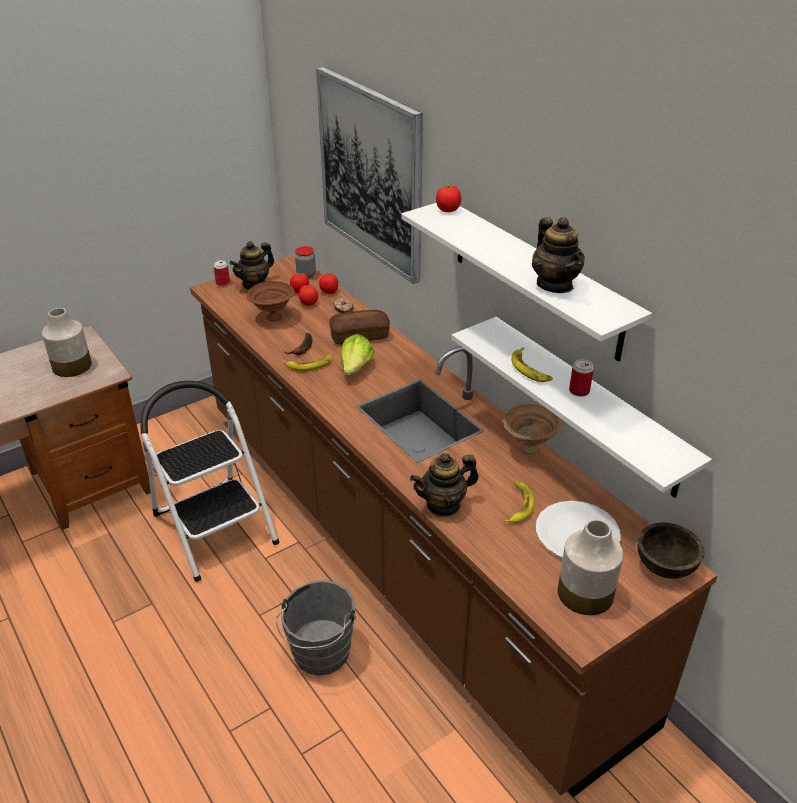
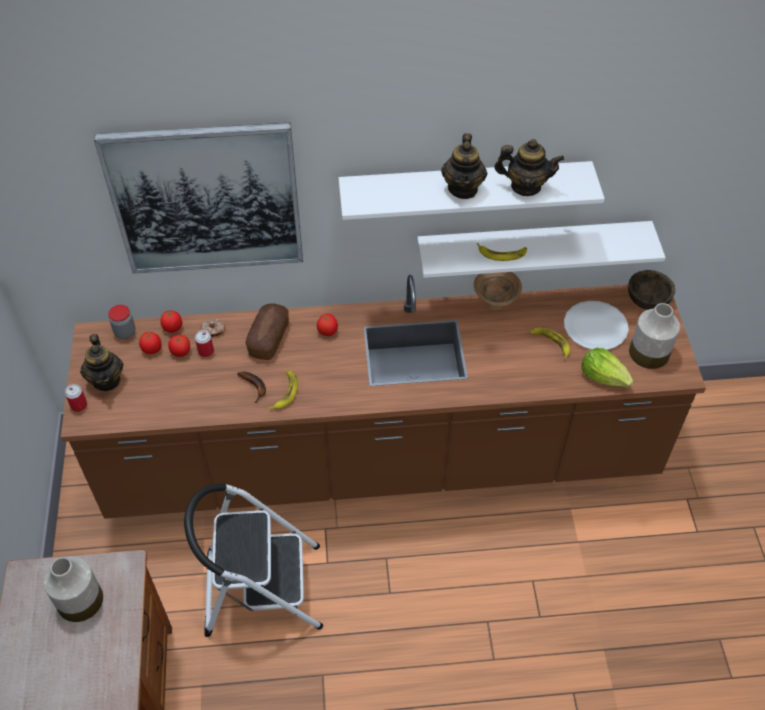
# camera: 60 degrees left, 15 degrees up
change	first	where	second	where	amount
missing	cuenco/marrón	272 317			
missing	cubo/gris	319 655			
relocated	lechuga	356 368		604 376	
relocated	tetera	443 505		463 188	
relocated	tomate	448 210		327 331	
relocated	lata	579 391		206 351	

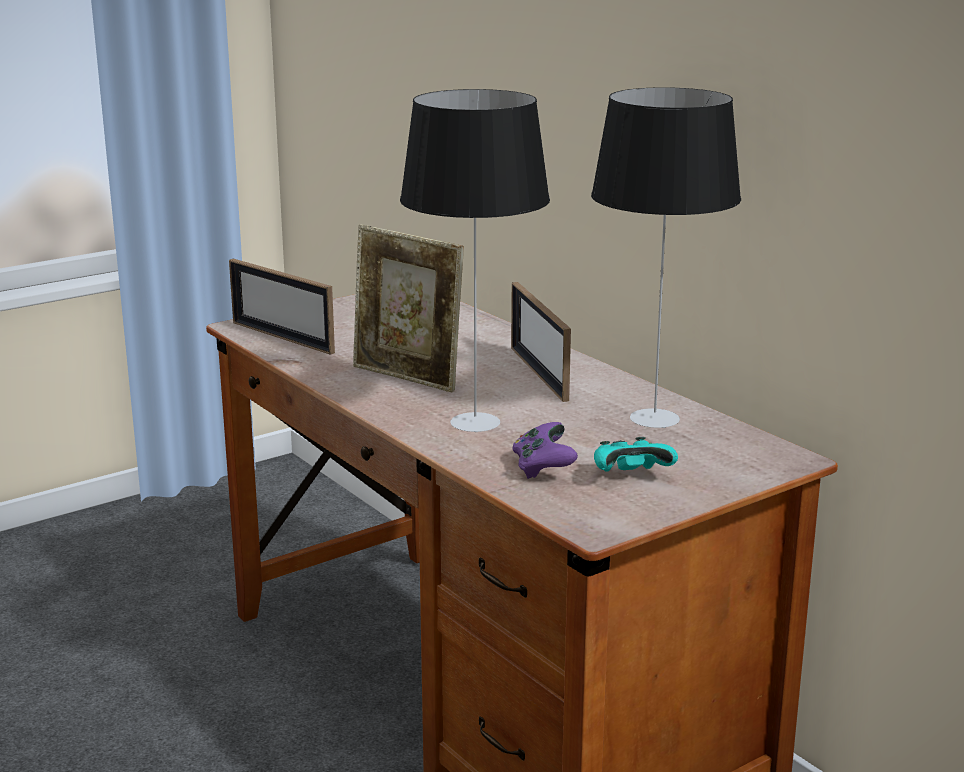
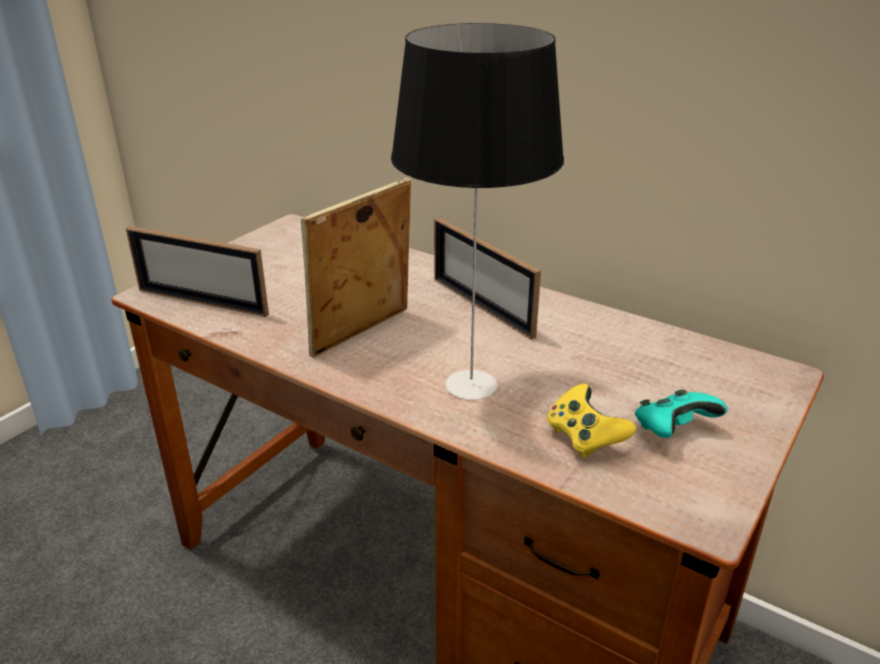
# camera: 20 degrees left, 10 degrees up
change	first	where	second	where	amount
missing	lámpara de mesa	652 418			
colour	mando de consola/morado	542 468	mando de consola/amarillo	584 438	
spun	portarretratos	407 378		363 335	120 degrees clockwise

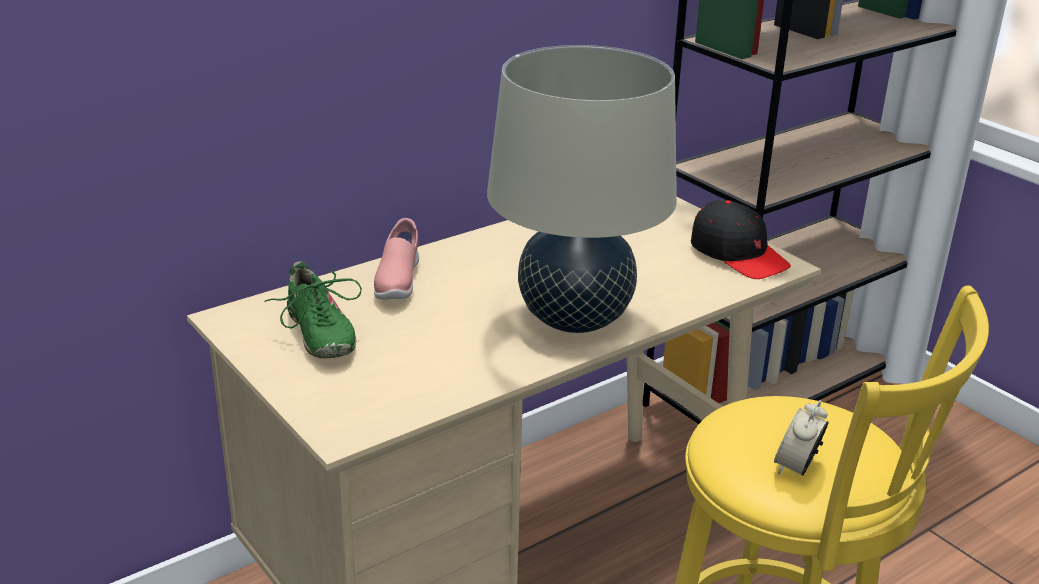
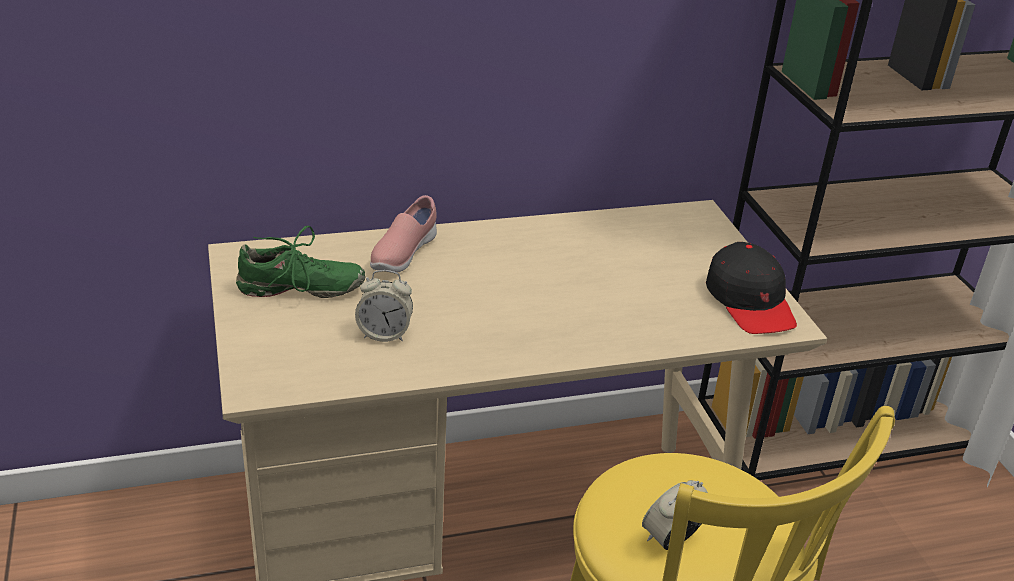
# camera: 20 degrees right, 5 degrees up
change	first	where	second	where	amount
missing	lámpara de mesa/beis	575 318			
appeared			despertador	384 334	
spun	zapato/verde	318 334		300 289	90 degrees counterclockwise

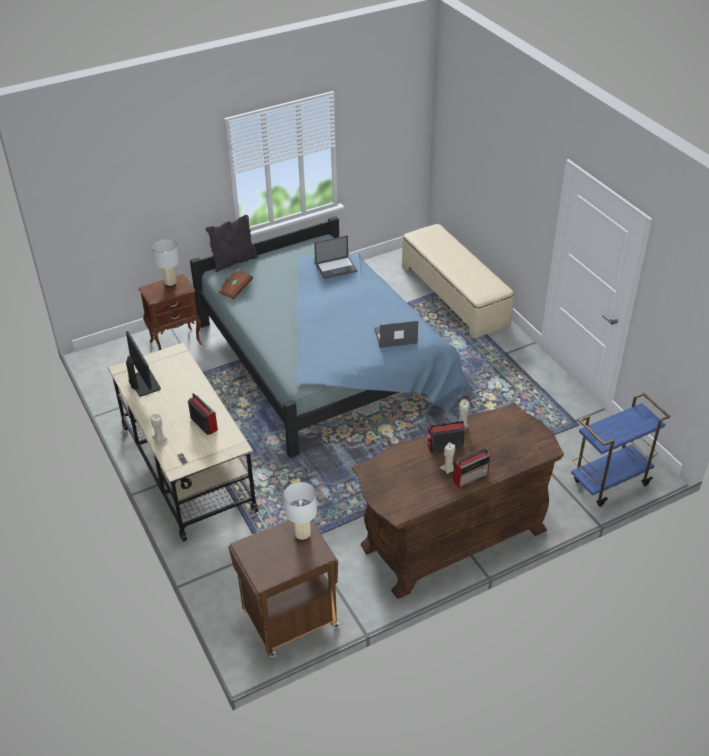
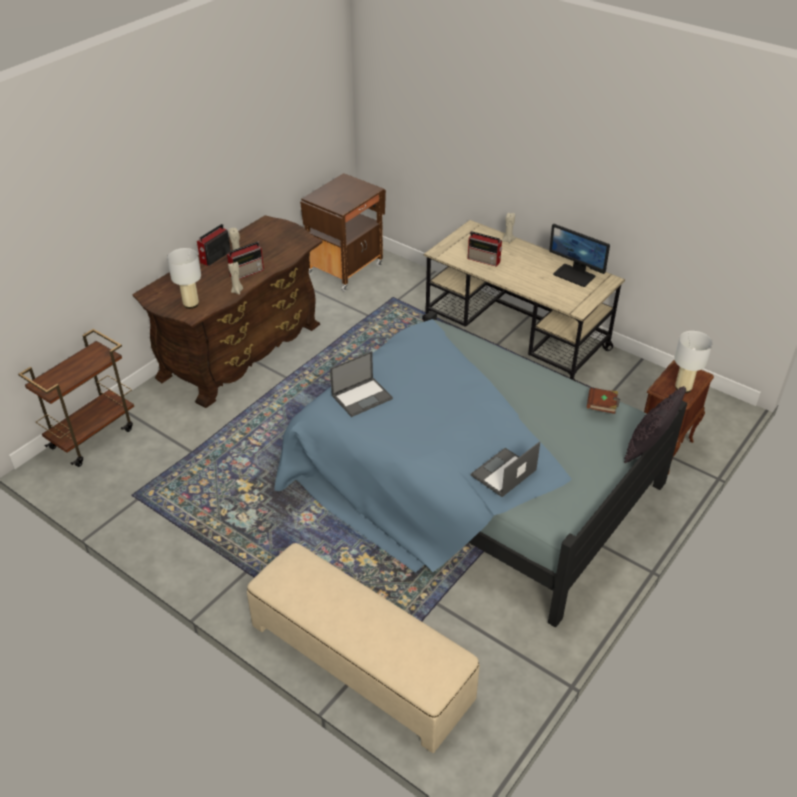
# camera: 155 degrees right, 0 degrees up
change	first	where	second	where	amount
relocated	lámpara de mesa/blanco	303 534		190 305	
colour	carrito/azul	608 484	carrito/marrón	94 437	

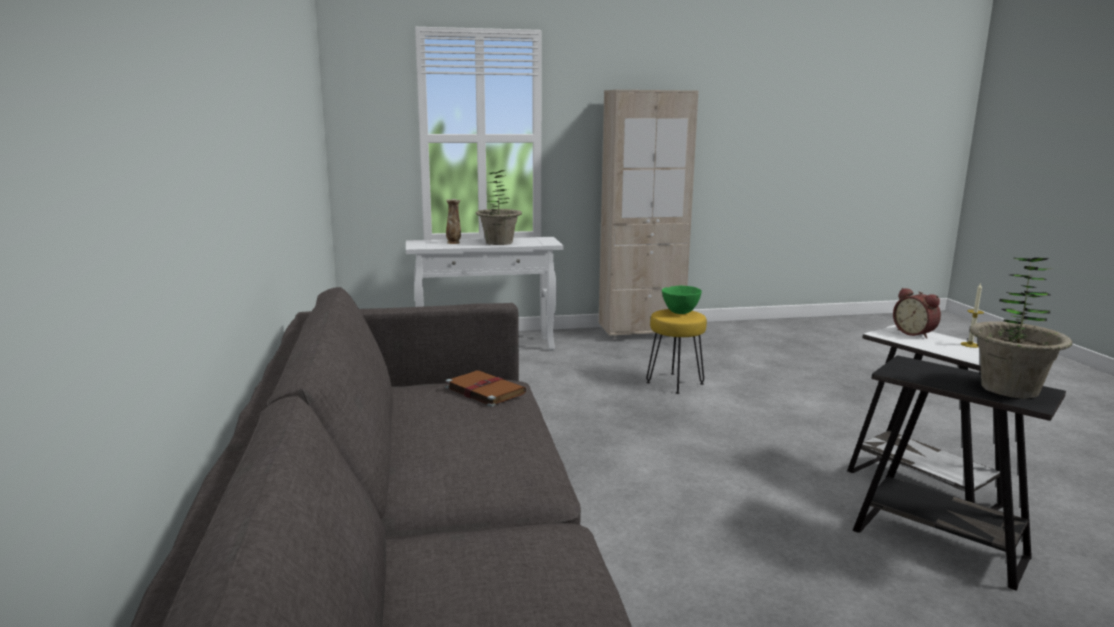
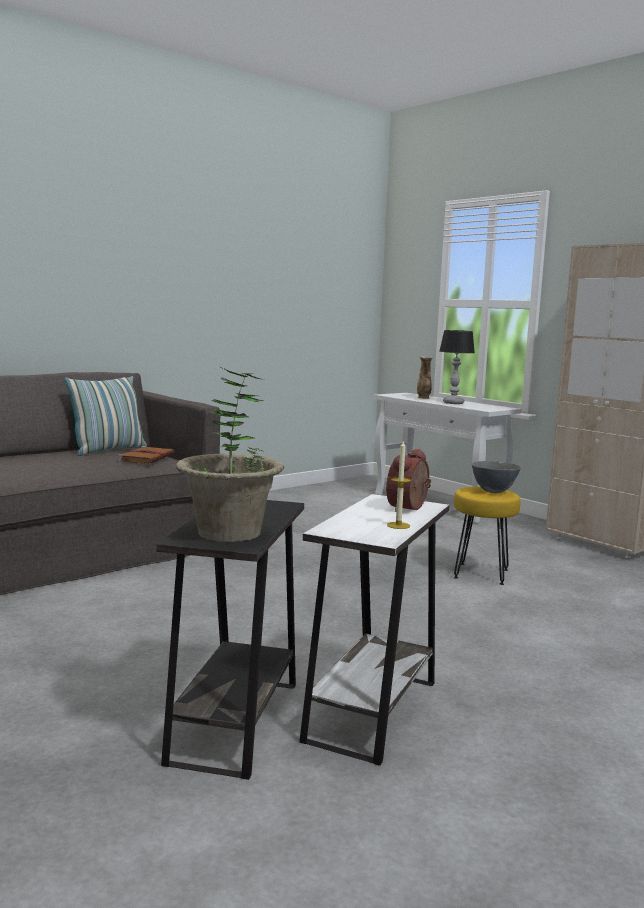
# camera: 60 degrees right, 5 degrees down
change	first	where	second	where	amount
appeared			cojín	108 450	
exchanged	planta en maceta	499 242	lámpara de mesa	453 403	
colour	cuenco/verde	680 312	cuenco/gris	493 492	

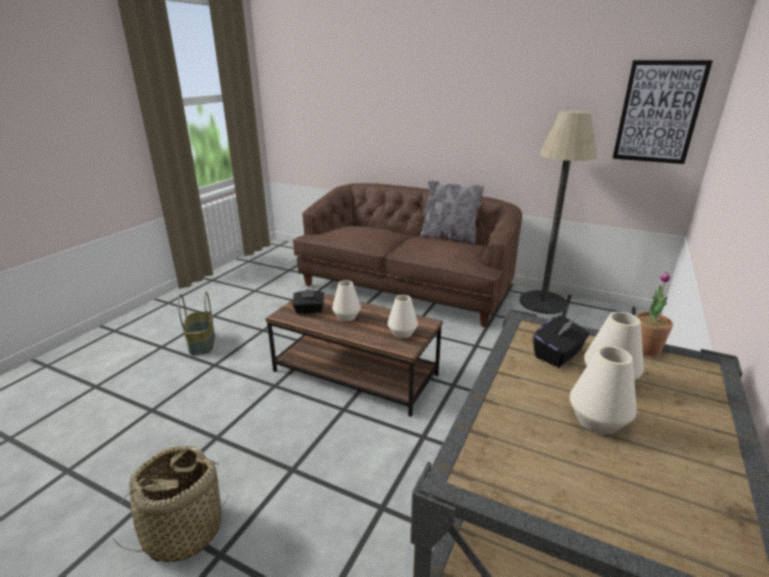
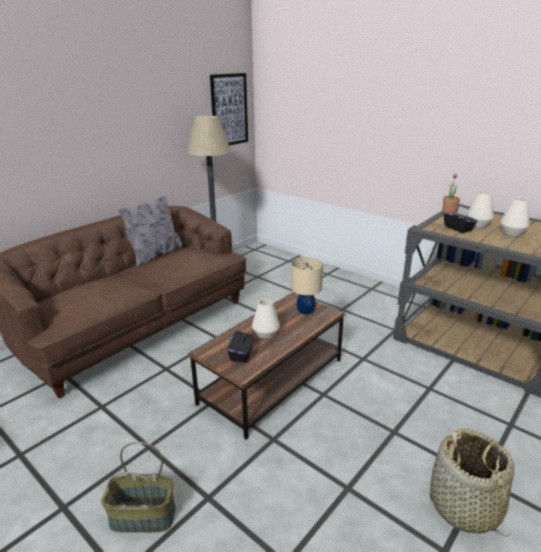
# camera: 75 degrees left, 0 degrees up
change	first	where	second	where	amount
exchanged	florero/blanco	402 333	lámpara de mesa/beis	306 311	

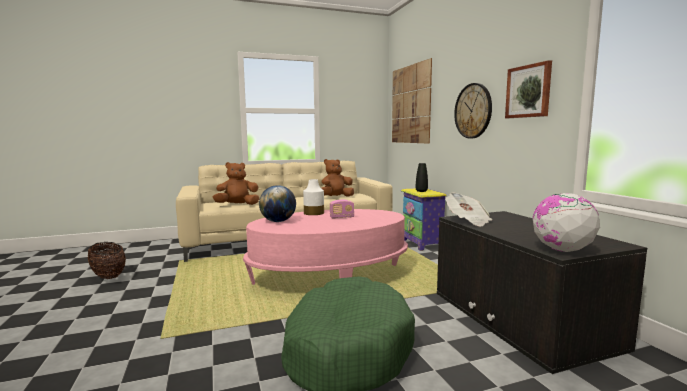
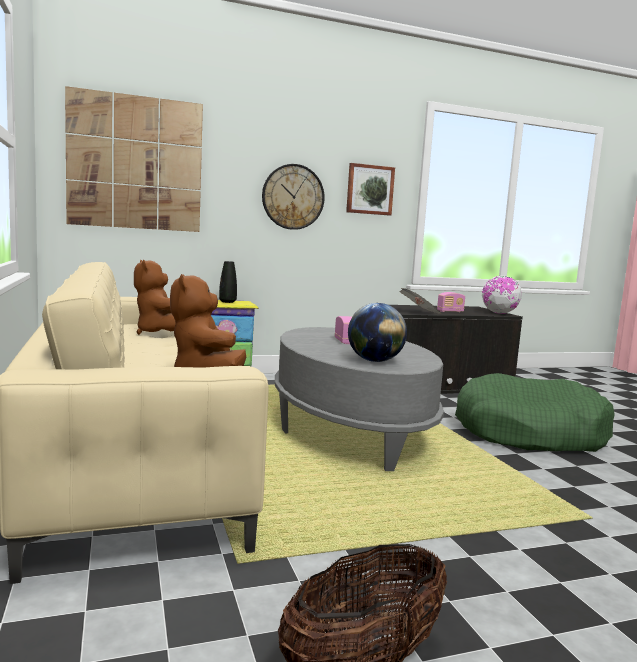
# camera: 90 degrees left, 0 degrees up
change	first	where	second	where	amount
missing	florero/blanco	314 213			
appeared			radio	450 311	
colour	mesa de centro/rosa	329 276	mesa de centro/gris	350 429	

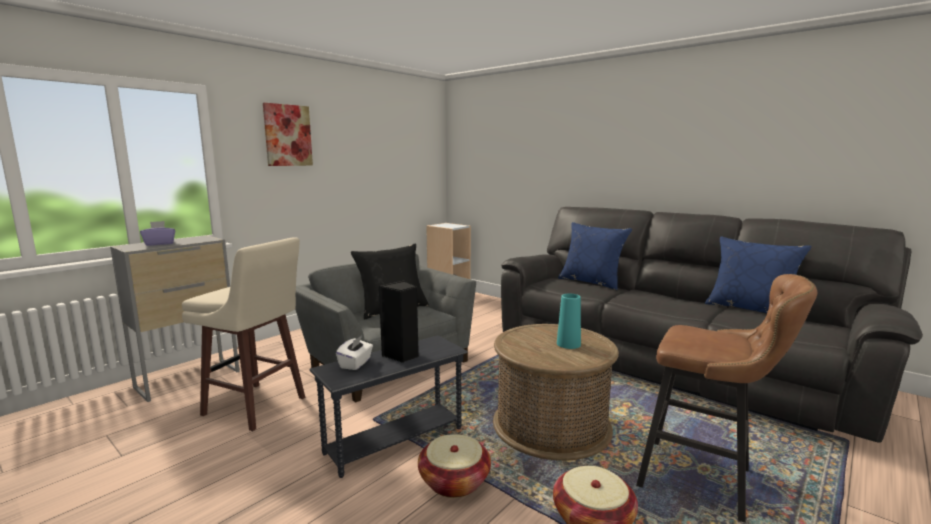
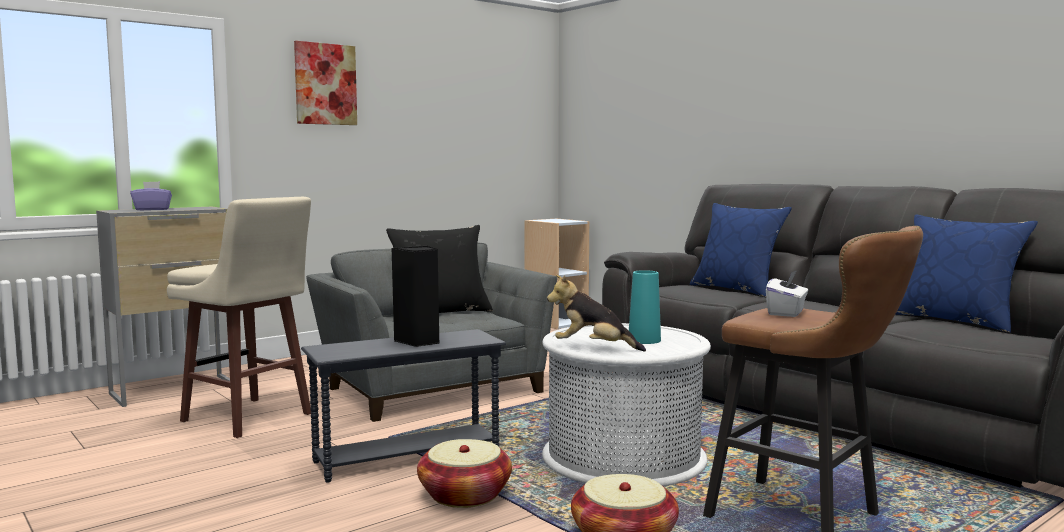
# camera: 10 degrees right, 5 degrees down
change	first	where	second	where	amount
appeared			peluche	593 348	
relocated	caja de pañuelos/blanco	356 363		786 313	
colour	mesa de centro/marrón	551 425	mesa de centro/blanco	623 457	

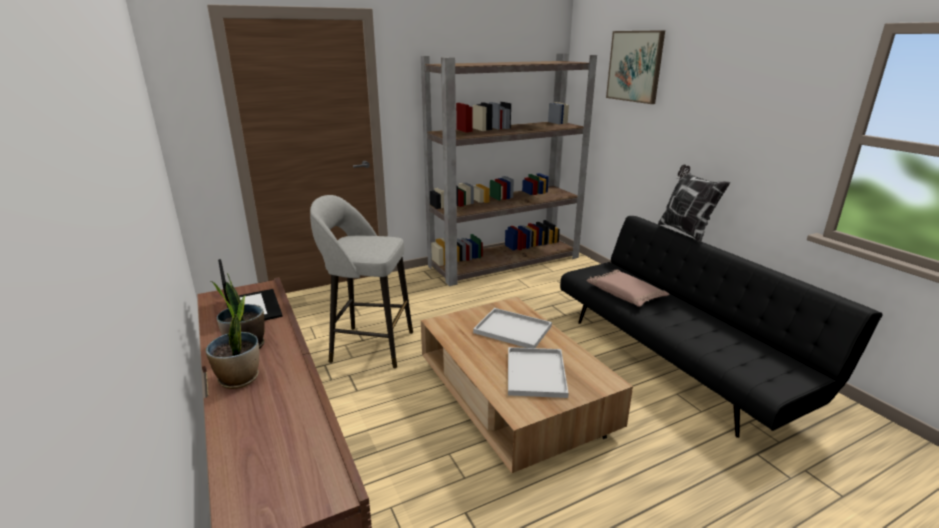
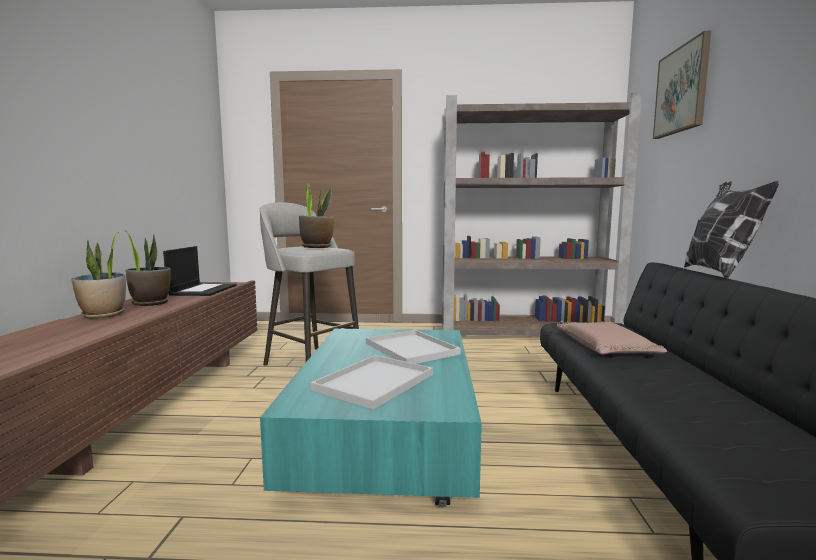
# camera: 30 degrees right, 15 degrees down
change	first	where	second	where	amount
appeared			planta en maceta	317 247	
colour	mesa de centro/marrón	513 397	mesa de centro/turquesa	387 433	

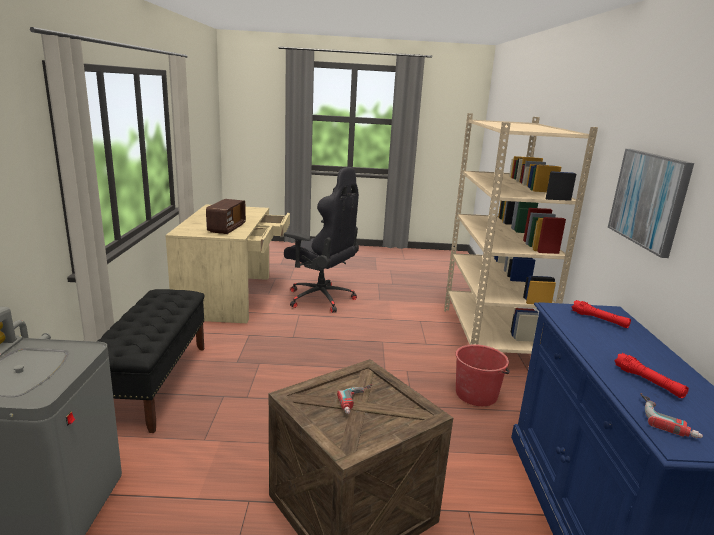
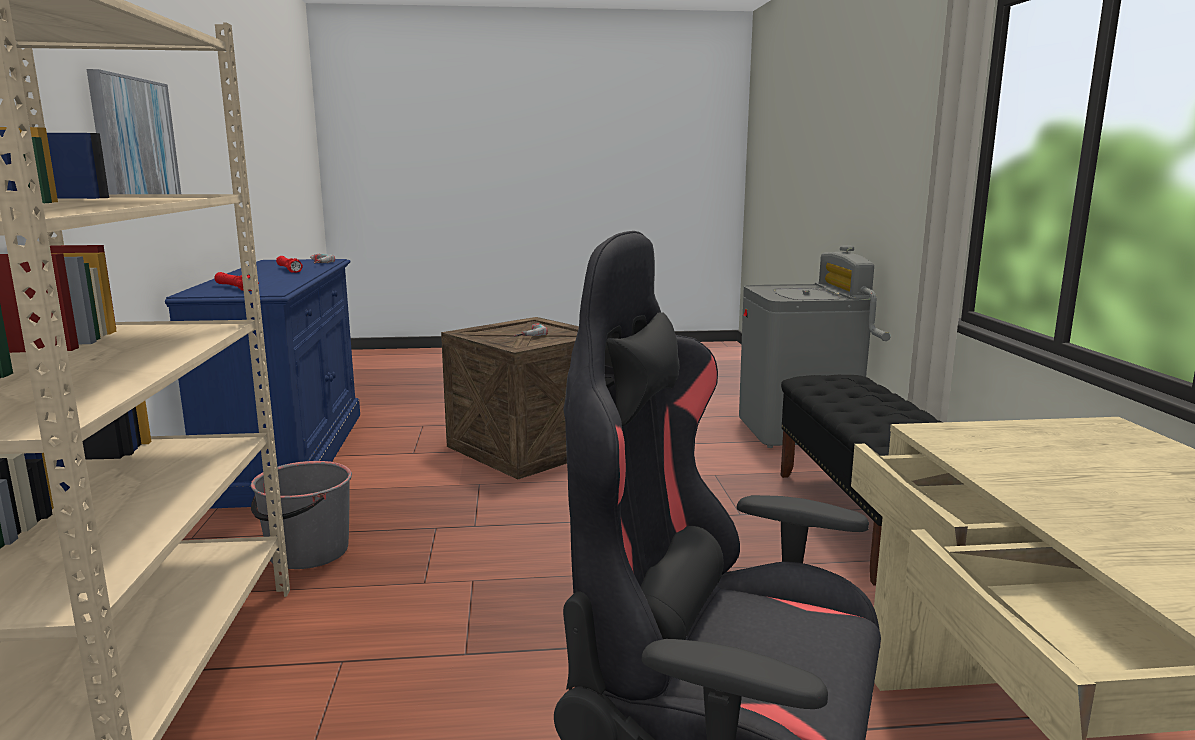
# camera: 175 degrees right, 5 degrees down
change	first	where	second	where	amount
missing	radio	226 228			
colour	cubo/rojo	476 394	cubo/gris	307 552	

